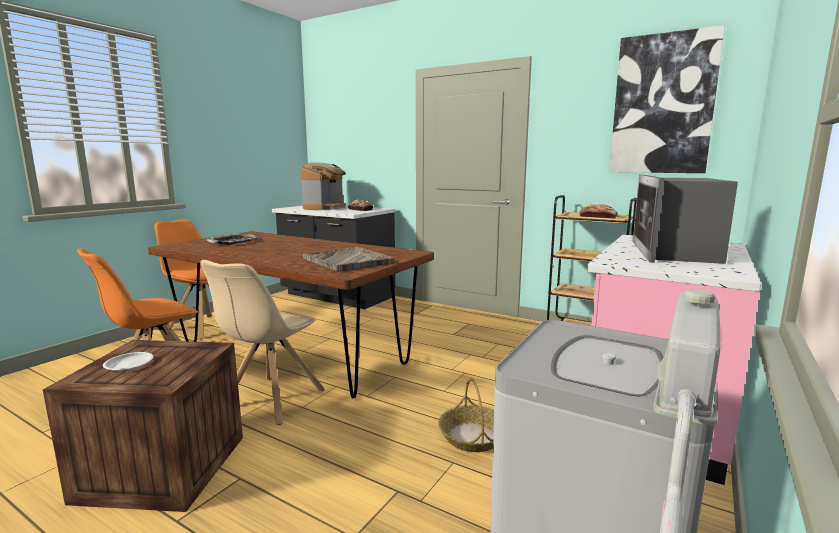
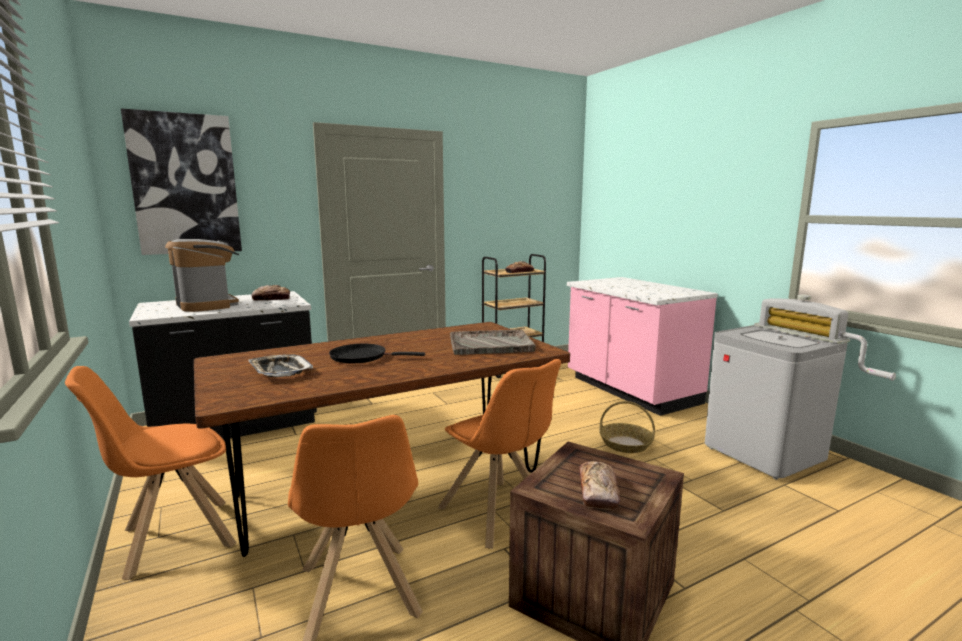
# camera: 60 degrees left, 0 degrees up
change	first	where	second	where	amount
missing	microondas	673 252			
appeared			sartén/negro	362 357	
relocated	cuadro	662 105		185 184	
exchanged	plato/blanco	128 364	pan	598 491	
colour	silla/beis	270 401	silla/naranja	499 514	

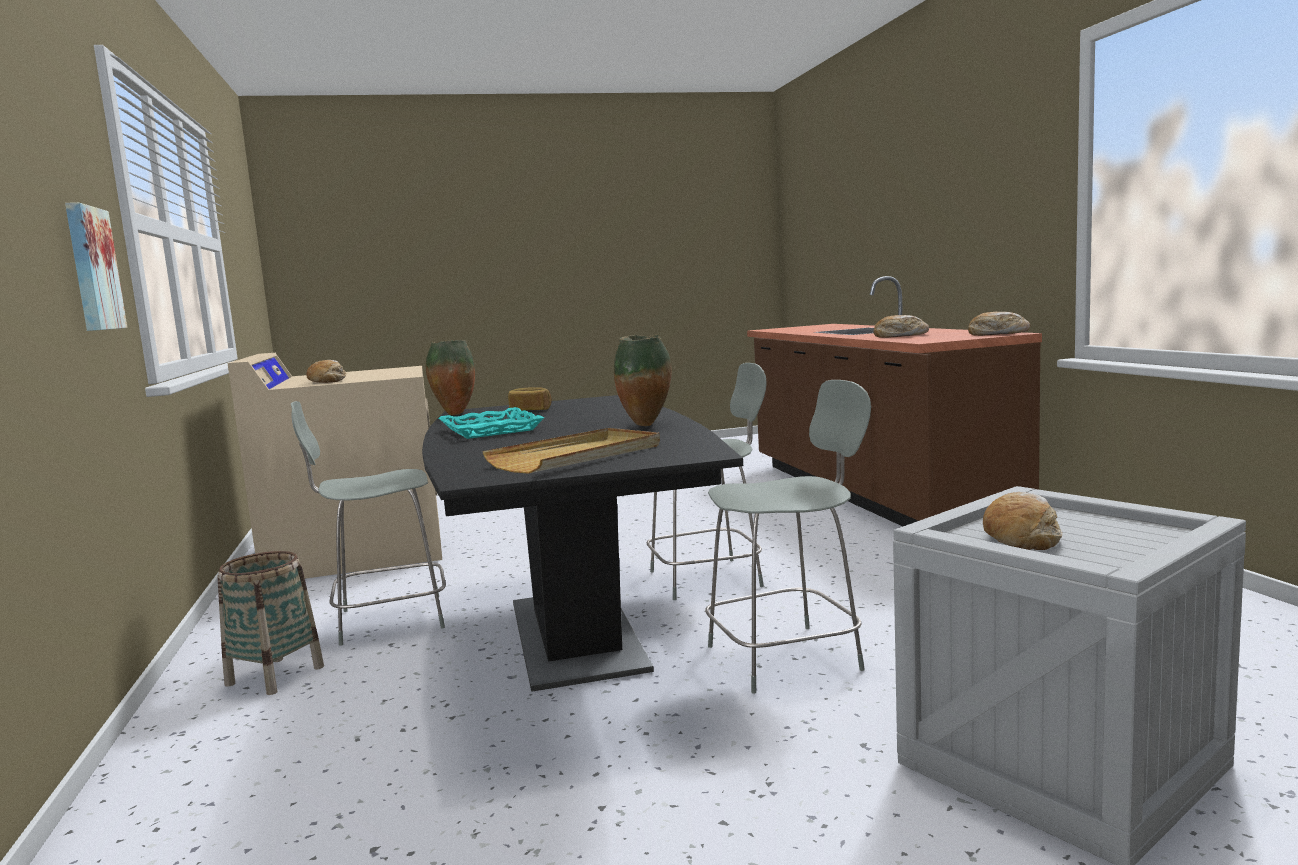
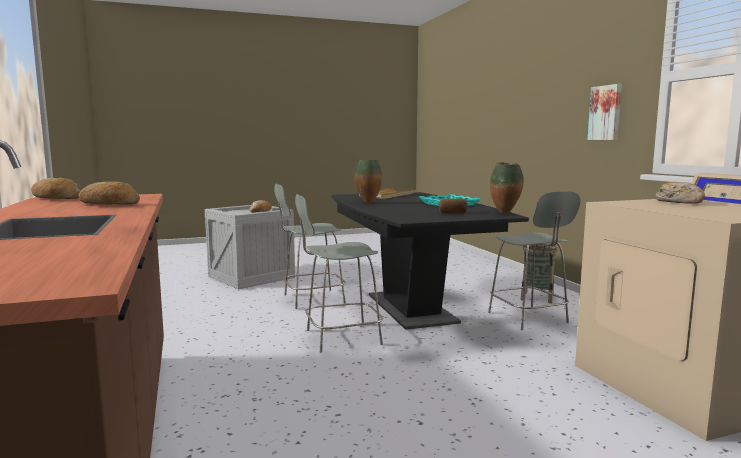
# camera: 175 degrees right, 0 degrees up
change	first	where	second	where	amount
spun	silla/gris	386 620		529 318	90 degrees clockwise

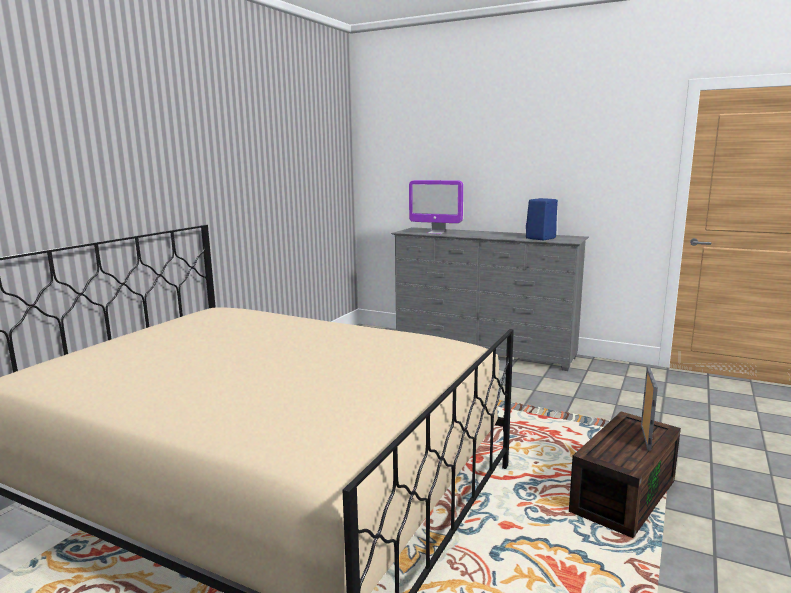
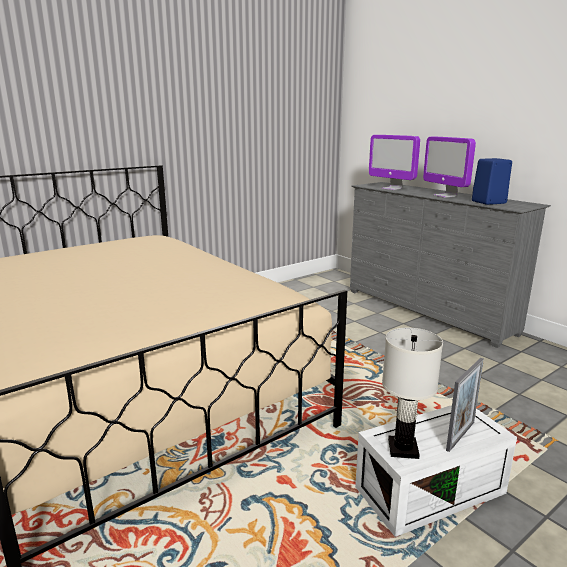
# camera: 25 degrees right, 5 degrees up
change	first	where	second	where	amount
appeared			lámpara de mesa/blanco	402 448	
appeared			monitor	445 196	
colour	caja de almacenaje/marrón	622 494	caja de almacenaje/blanco	430 488	

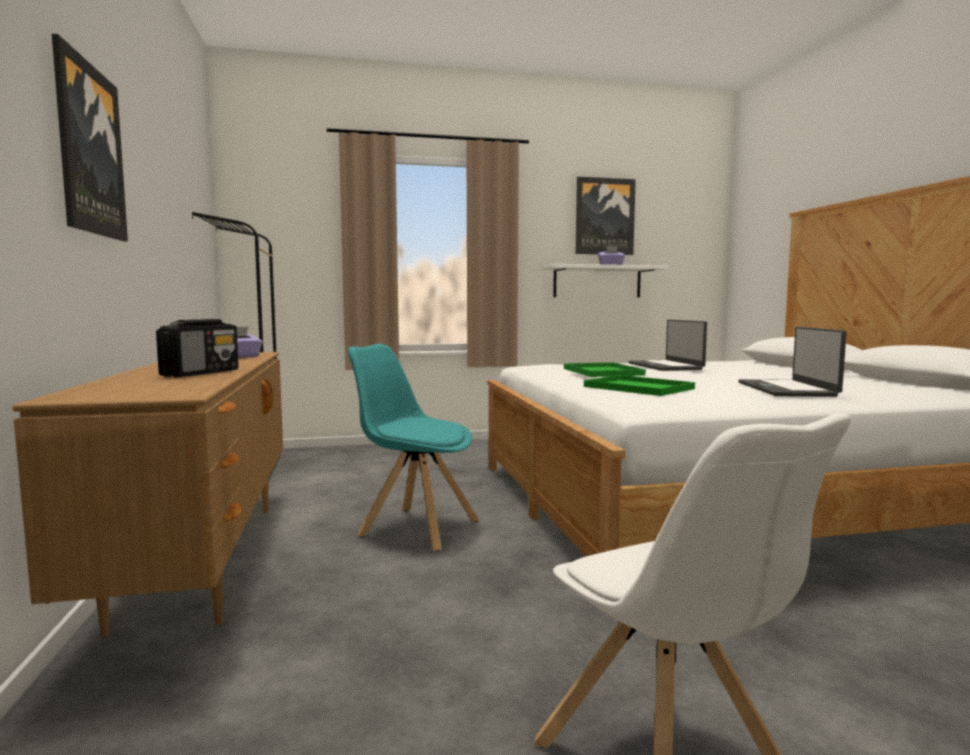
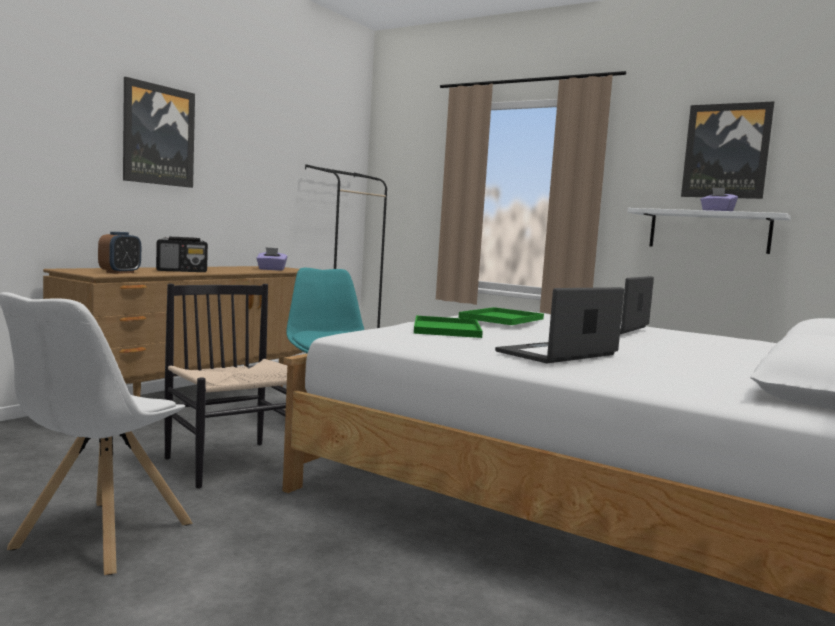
# camera: 45 degrees right, 0 degrees up
change	first	where	second	where	amount
appeared			despertador	120 272	
appeared			silla/negro	230 462	

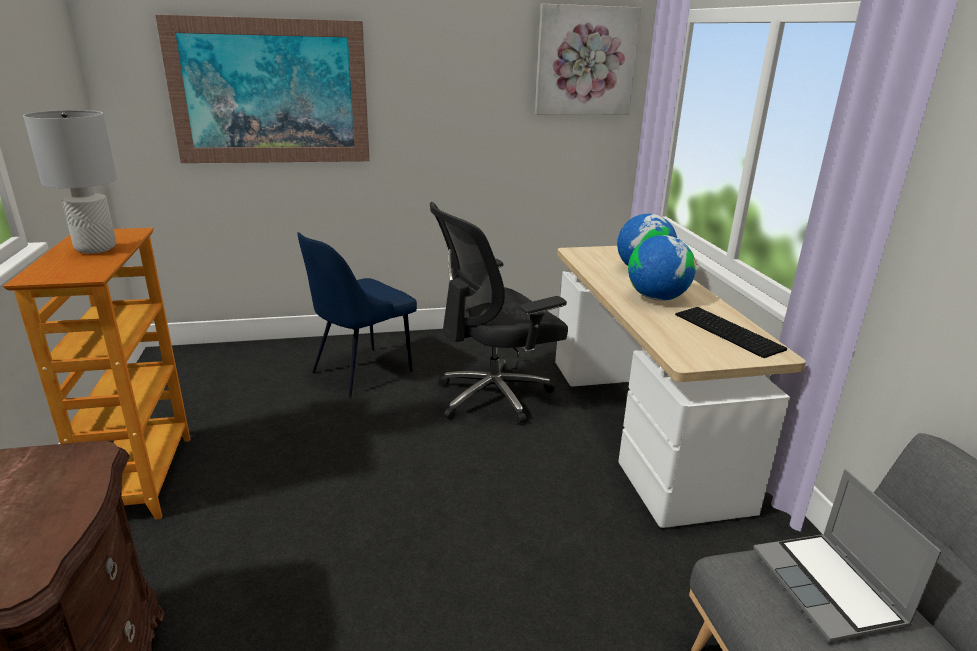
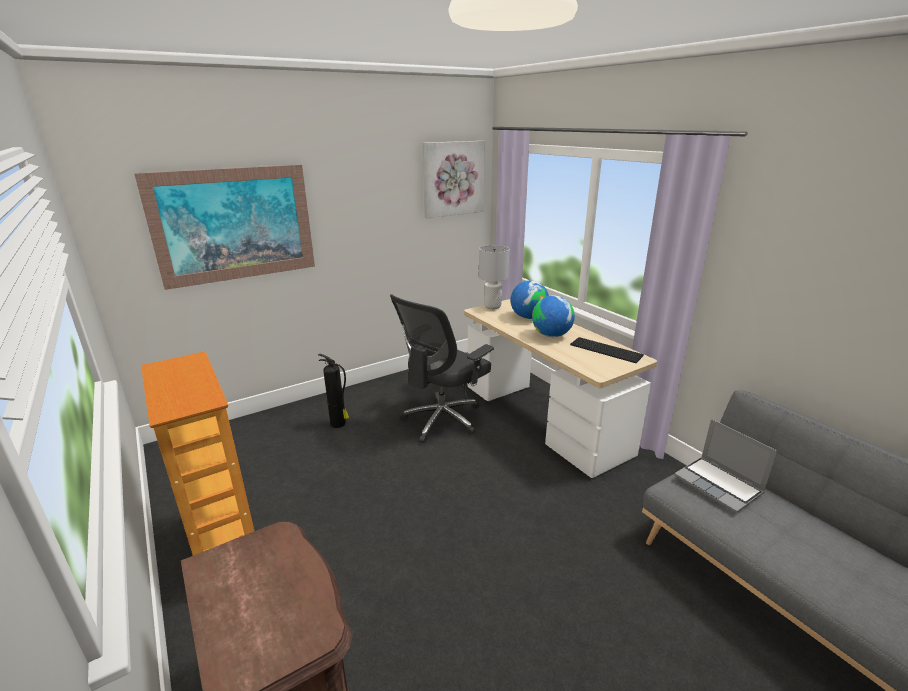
# camera: 20 degrees left, 0 degrees up
change	first	where	second	where	amount
relocated	lámpara de mesa/gris	97 250		492 307	
exchanged	silla/azul	362 372	extintor	339 424	

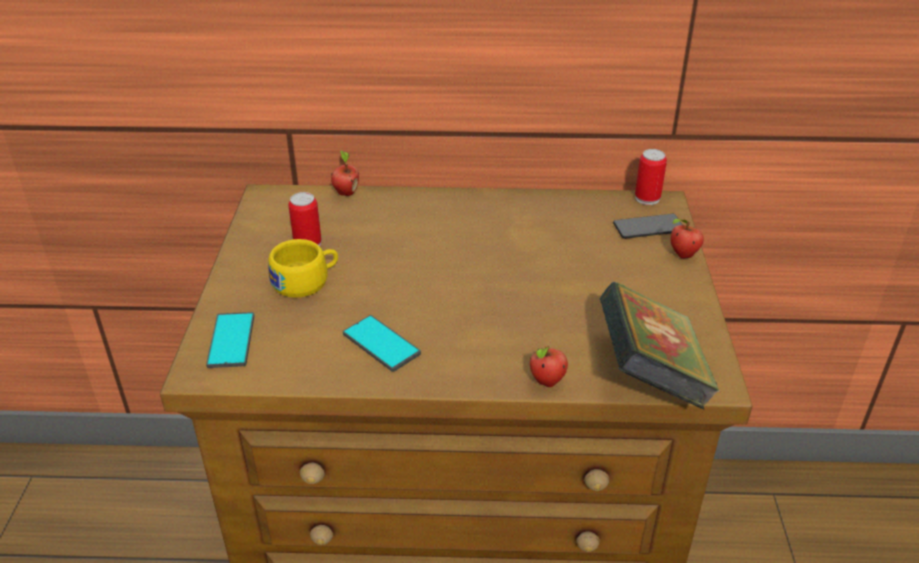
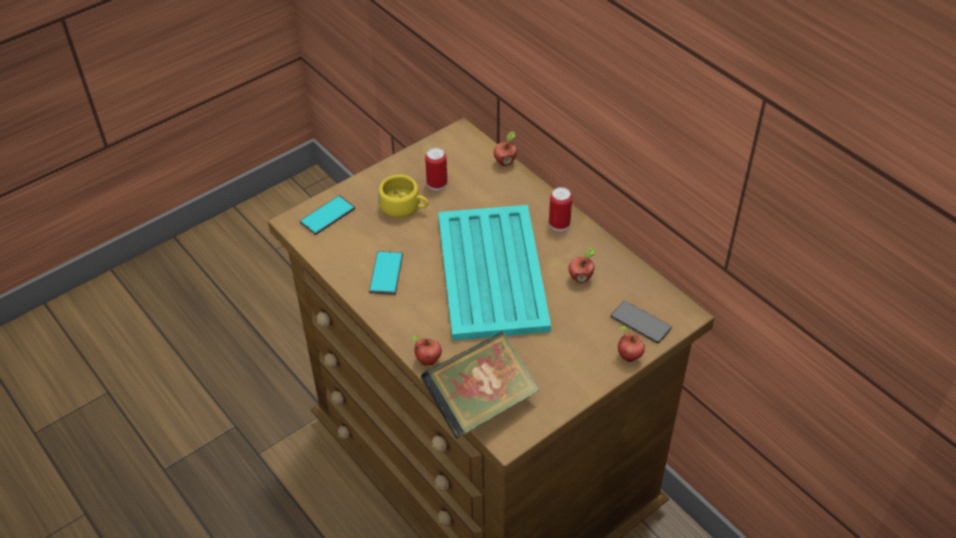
# camera: 50 degrees right, 10 degrees up
change	first	where	second	where	amount
appeared			bandeja/turquesa	492 271	
appeared			manzana	581 277	
relocated	lata	647 198		559 224	

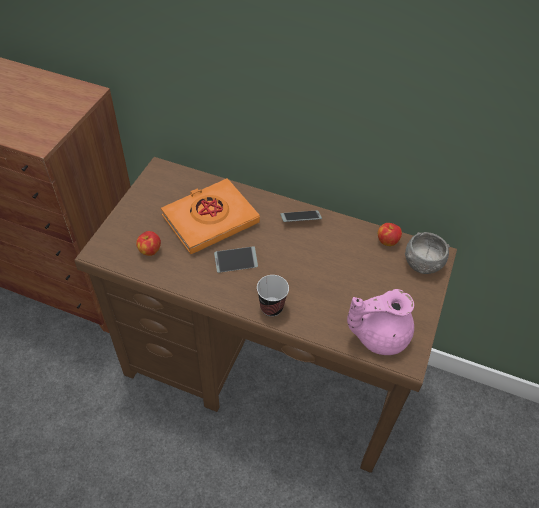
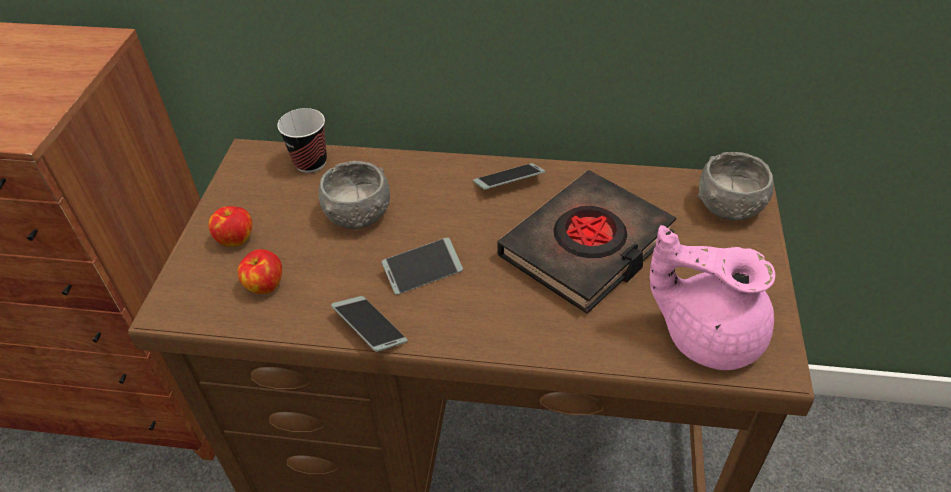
# camera: 10 degrees left, 5 degrees down
change	first	where	second	where	amount
appeared			móvil	370 328	
appeared			libro/negro	587 247	
relocated	taza	271 307		310 162	
relocated	manzana	387 241		235 239	
exchanged	libro/naranja	210 219	cuenco/gris	358 214	
spun	tetera/rosa	378 335		707 334	45 degrees clockwise

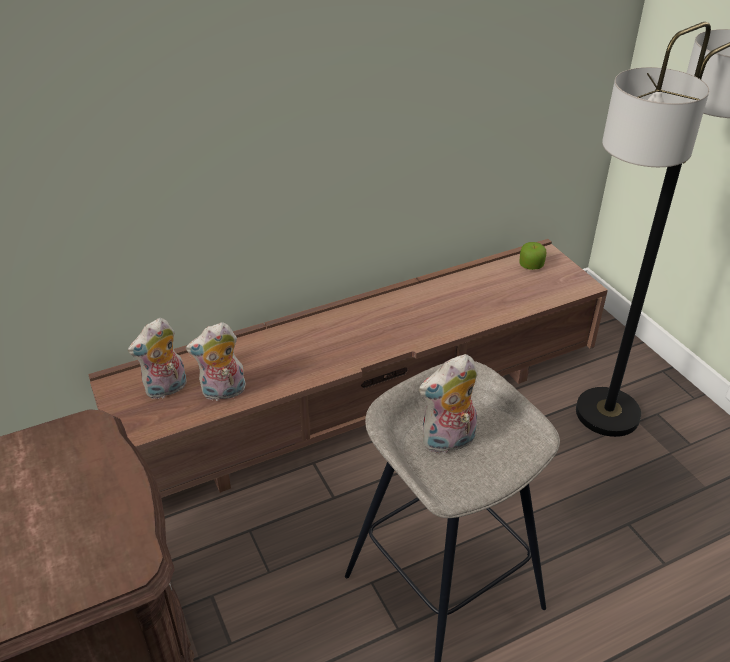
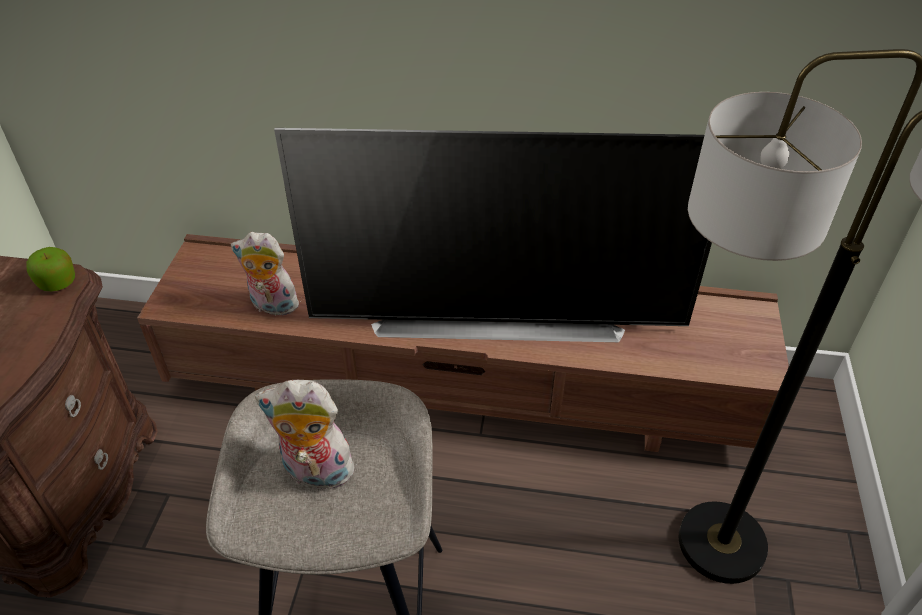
# camera: 35 degrees right, 5 degrees up
change	first	where	second	where	amount
missing	peluche	166 389			
appeared			televisor	497 316	
relocated	manzana	531 265		57 283	

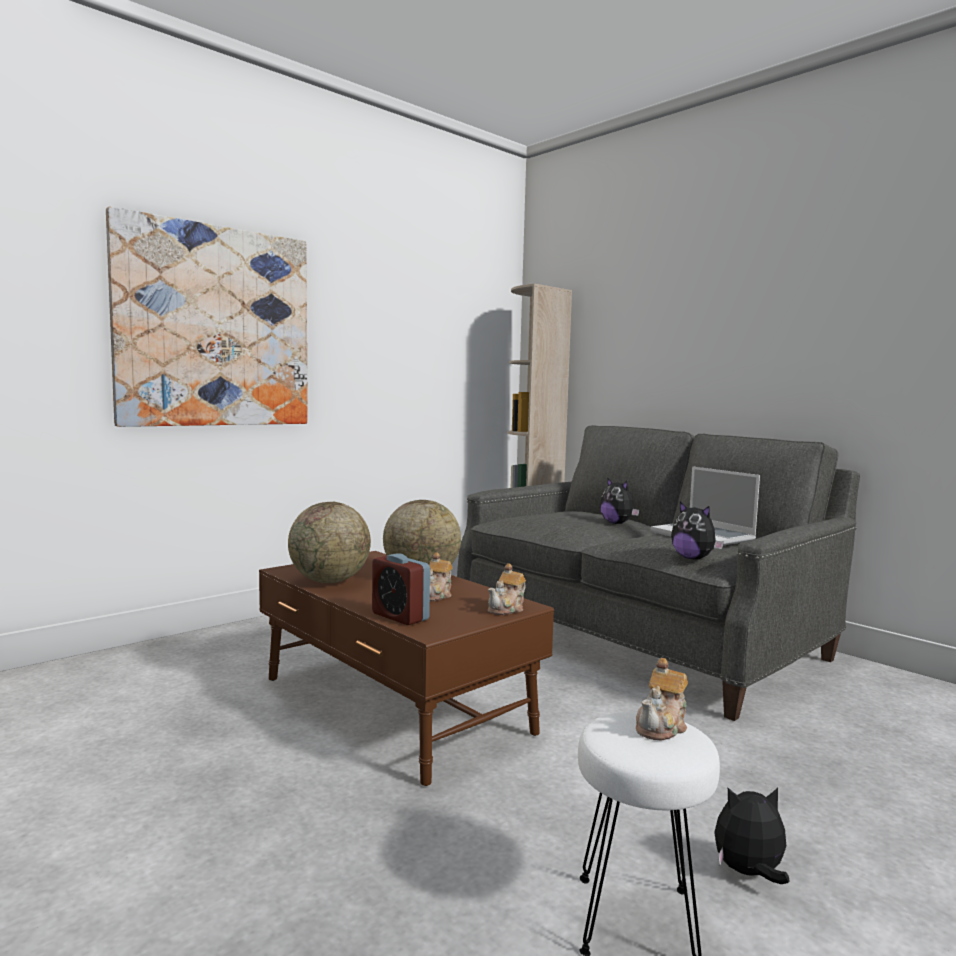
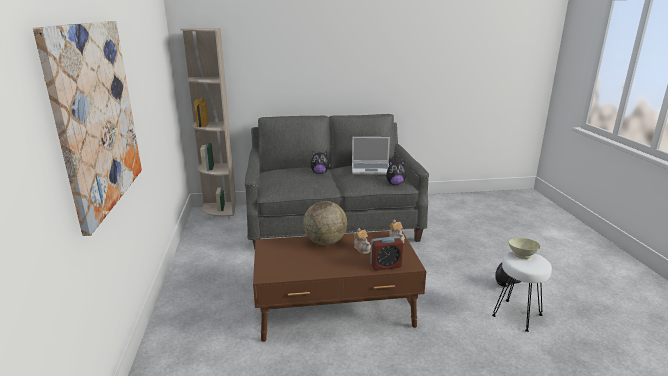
# camera: 55 degrees left, 15 degrees up
change	first	where	second	where	amount
missing	globo terráqueo	330 581			
exchanged	tetera	662 727	cuenco/beis	522 255	

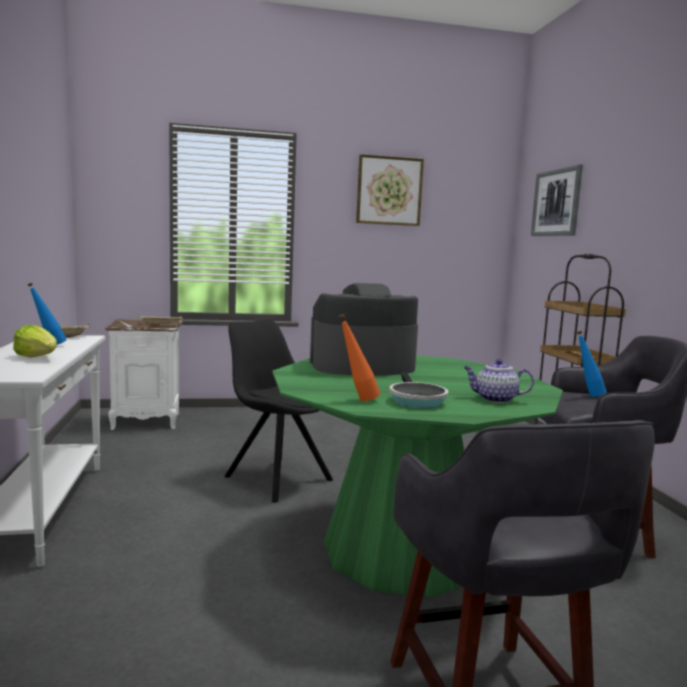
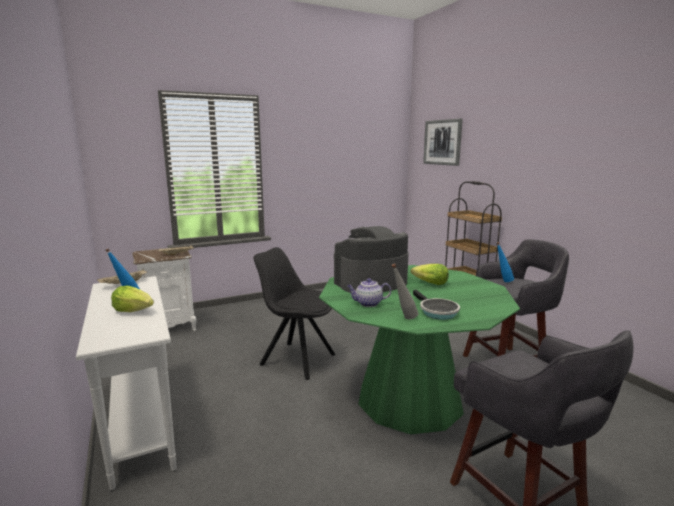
# camera: 15 degrees left, 5 degrees up
change	first	where	second	where	amount
missing	cuadro	389 191			
appeared			lechuga	430 283	
relocated	tetera	495 399		368 304	
colour	botella/naranja	357 400	botella/gris	403 318	

